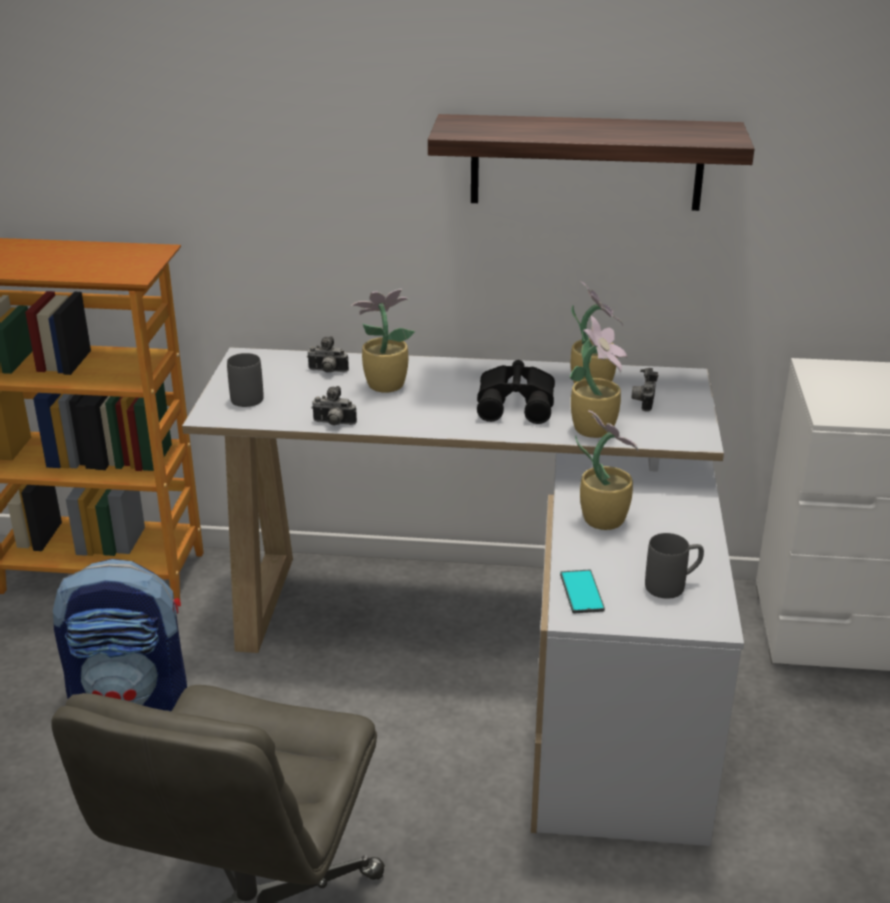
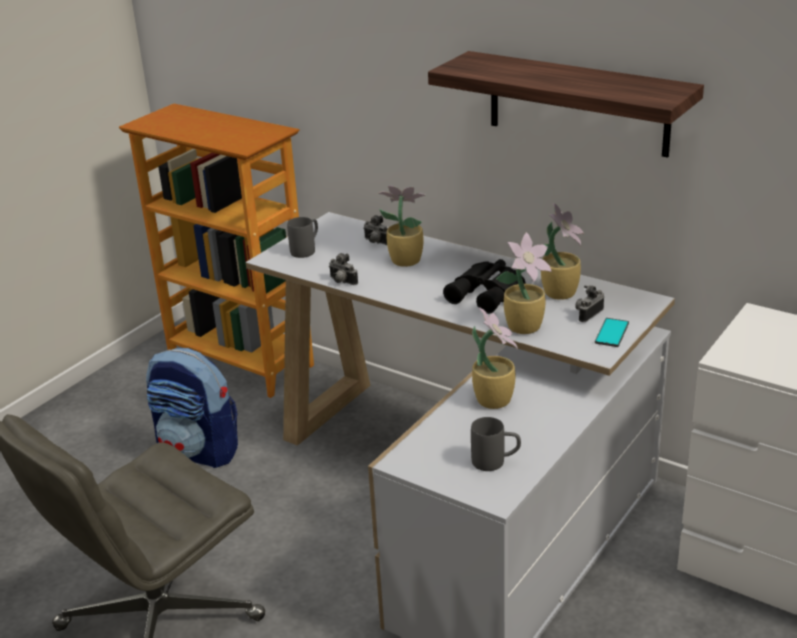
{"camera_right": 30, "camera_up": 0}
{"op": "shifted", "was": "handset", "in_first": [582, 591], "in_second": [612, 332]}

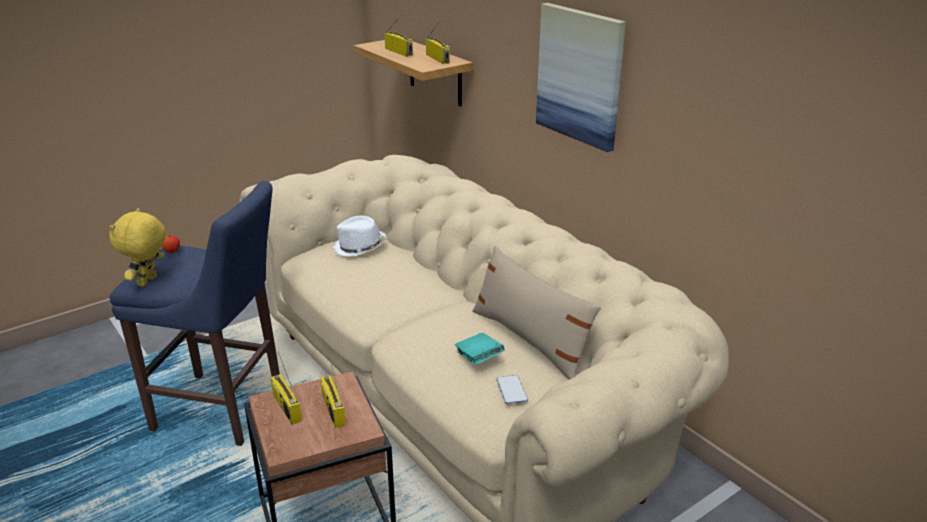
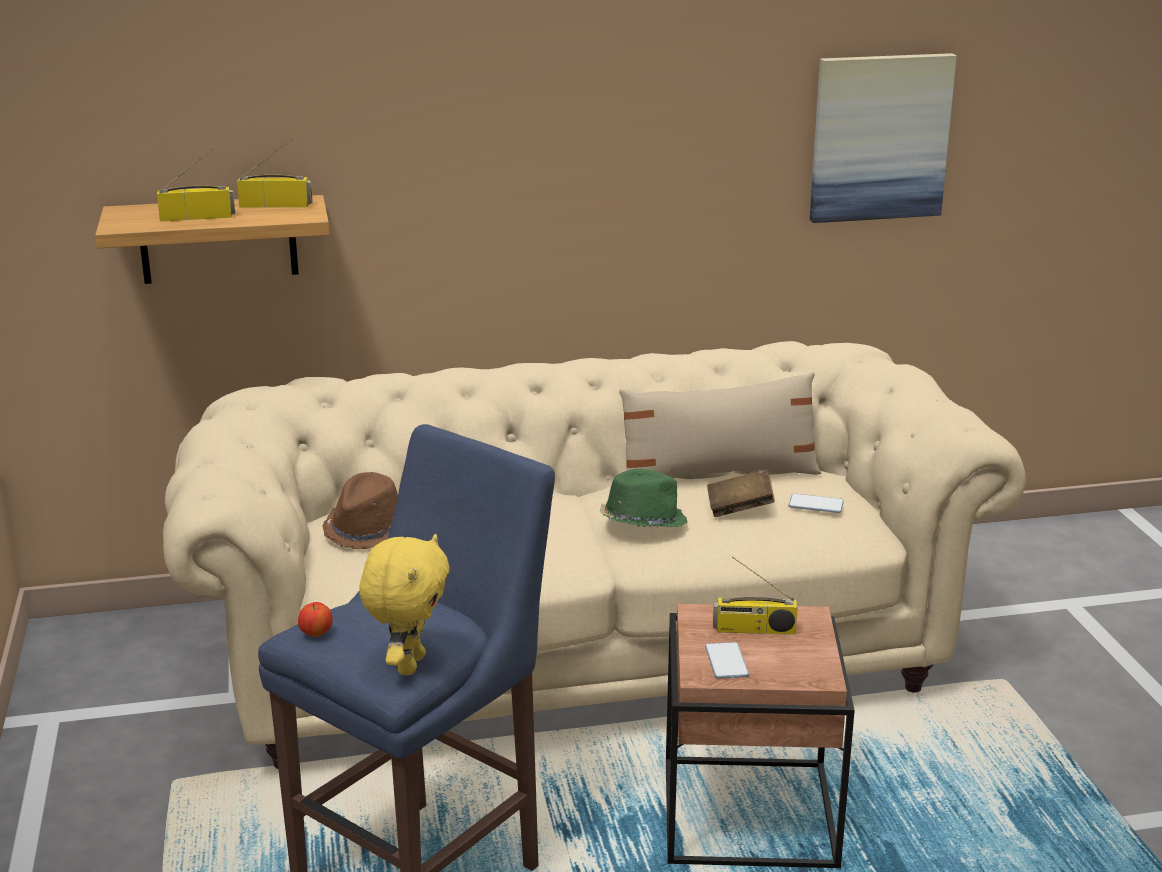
{"camera_right": -65, "camera_up": -5}
{"op": "repainted", "was": "white wearable hat", "now": "brownish wearable hat", "in_first": [359, 236], "in_second": [360, 511]}
{"op": "rotated", "was": "yellowish cuddly toy", "in_first": [137, 247], "in_second": [404, 604], "clockwise": -120}
{"op": "new", "now": "green-coloured wearable hat", "in_second": [643, 498]}
{"op": "swapped", "was": "radio receiver", "now": "handset", "in_first": [286, 388], "in_second": [727, 660]}
{"op": "repainted", "was": "turquoise book", "now": "brownish book", "in_first": [480, 349], "in_second": [741, 493]}
{"op": "shifted", "was": "picture", "in_first": [581, 77], "in_second": [883, 138]}

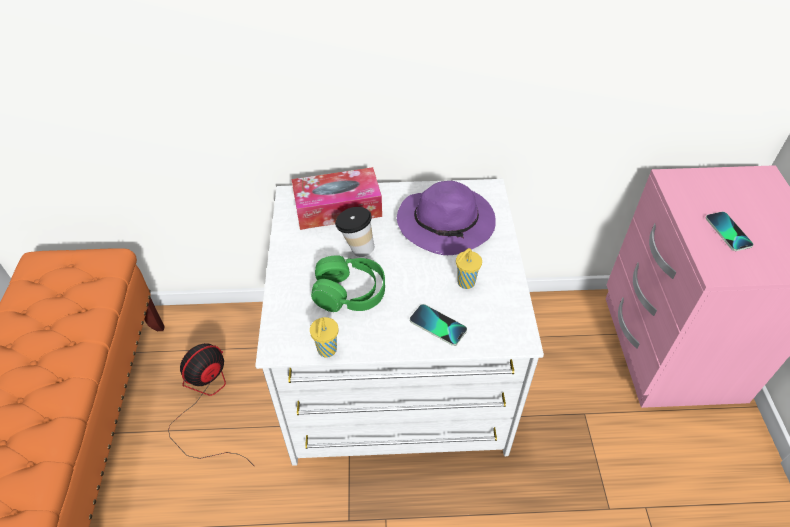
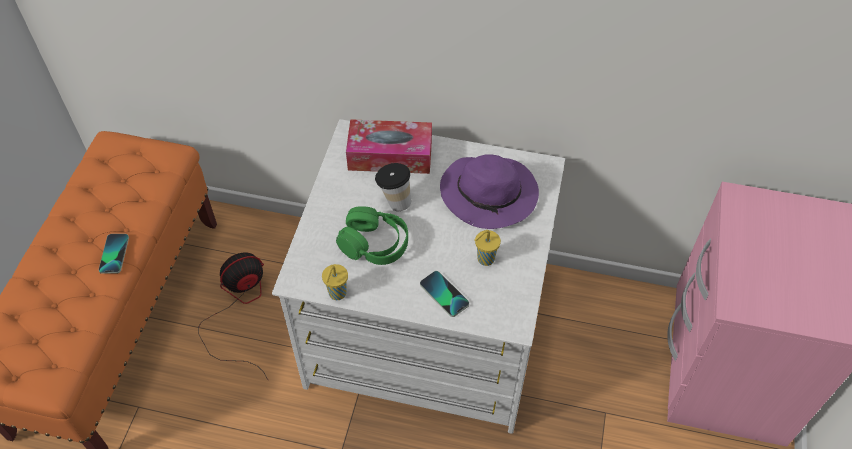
{"camera_right": 15, "camera_up": 5}
{"op": "shifted", "was": "handset", "in_first": [729, 231], "in_second": [114, 254]}

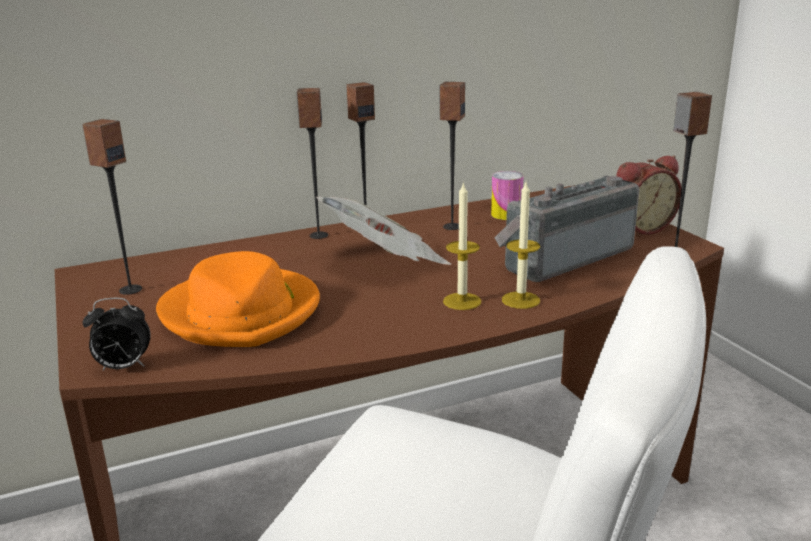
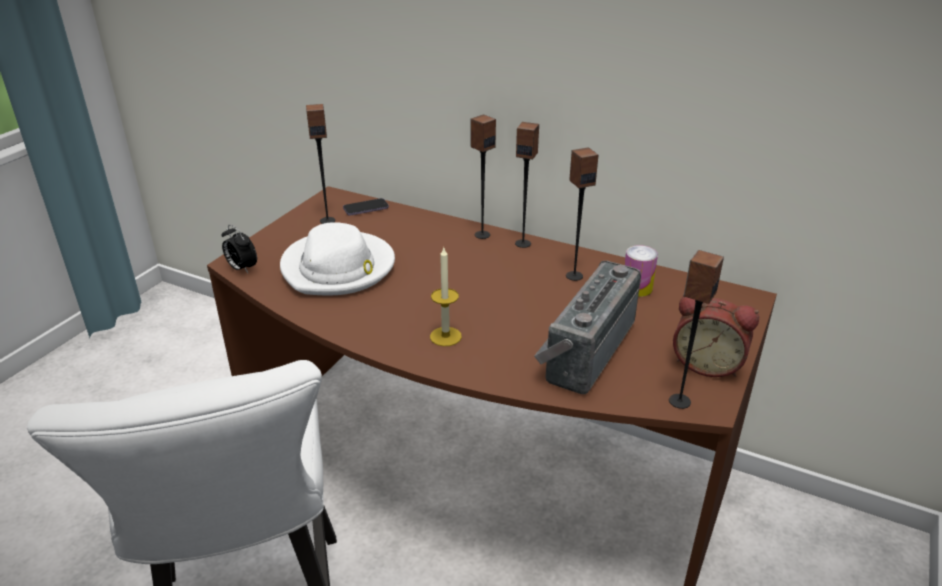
{"camera_right": 50, "camera_up": 10}
{"op": "repainted", "was": "orange wearable hat", "now": "white wearable hat", "in_first": [238, 299], "in_second": [337, 259]}
{"op": "new", "now": "handset", "in_second": [366, 207]}
{"op": "rotated", "was": "radio receiver", "in_first": [567, 228], "in_second": [587, 327], "clockwise": -75}
{"op": "gone", "was": "daily paper", "in_first": [384, 231]}
{"op": "gone", "was": "wax candle", "in_first": [521, 245]}

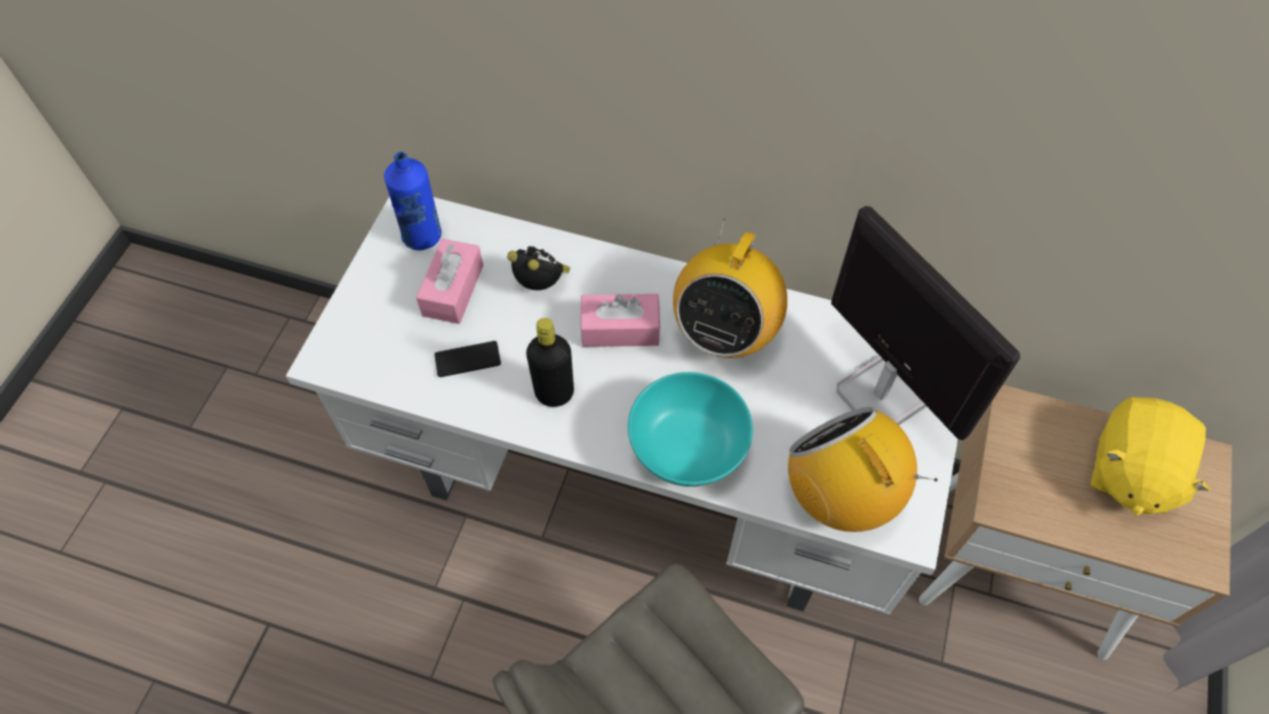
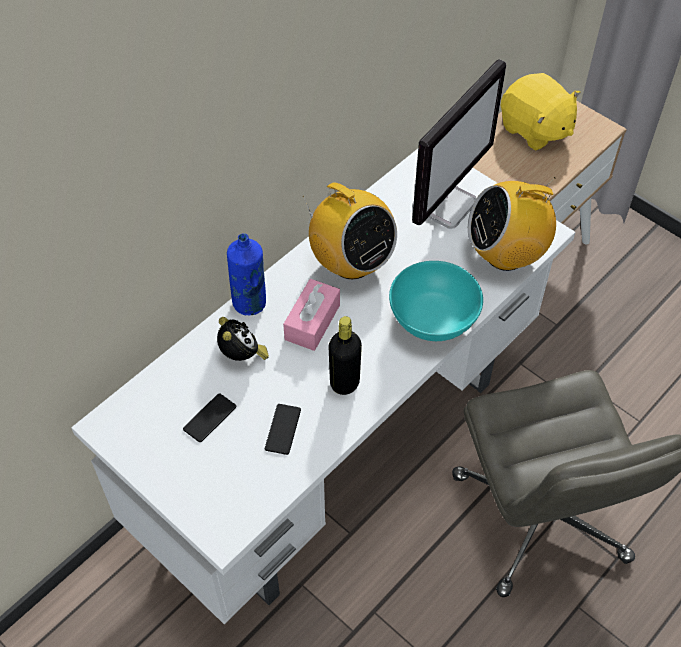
{"camera_right": -65, "camera_up": -5}
{"op": "swapped", "was": "pink-coloured tissue holder", "now": "handset", "in_first": [449, 281], "in_second": [209, 417]}
{"op": "rotated", "was": "alarm clock", "in_first": [538, 268], "in_second": [243, 339], "clockwise": 105}
{"op": "shifted", "was": "blue-coloured bottle", "in_first": [413, 201], "in_second": [246, 274]}
{"op": "rotated", "was": "monitor", "in_first": [925, 323], "in_second": [459, 144], "clockwise": 135}

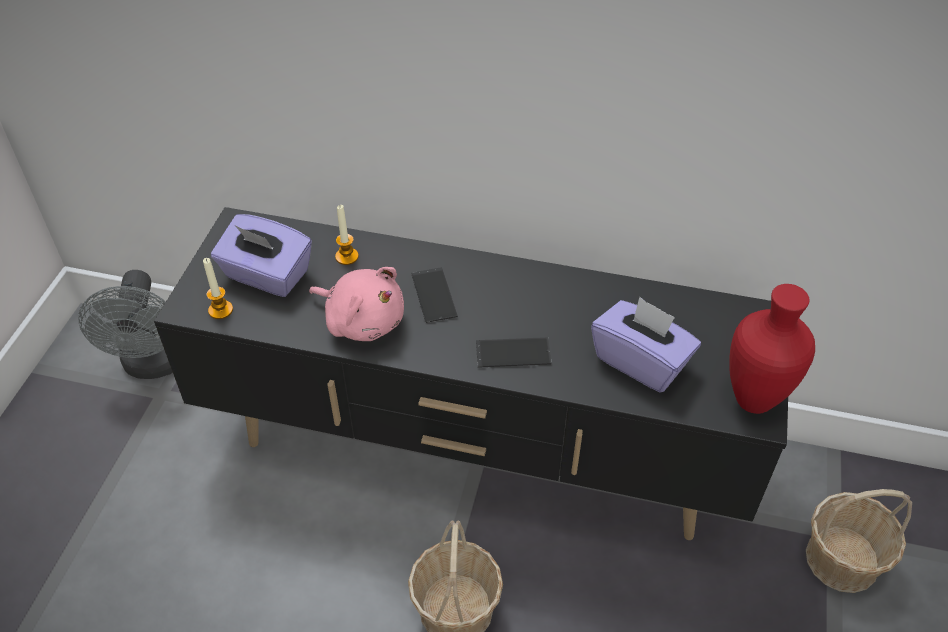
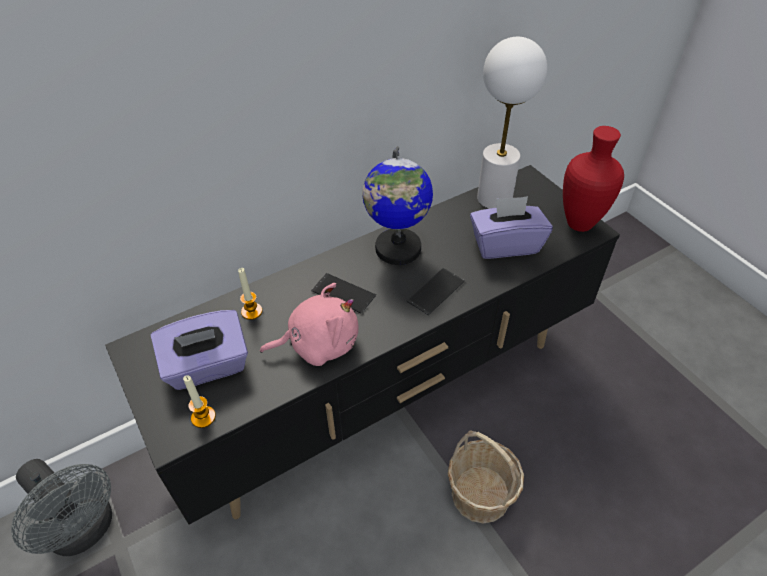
{"camera_right": -45, "camera_up": 0}
{"op": "new", "now": "world globe", "in_second": [397, 205]}
{"op": "new", "now": "white table lamp", "in_second": [512, 123]}
{"op": "gone", "was": "basket", "in_first": [859, 541]}

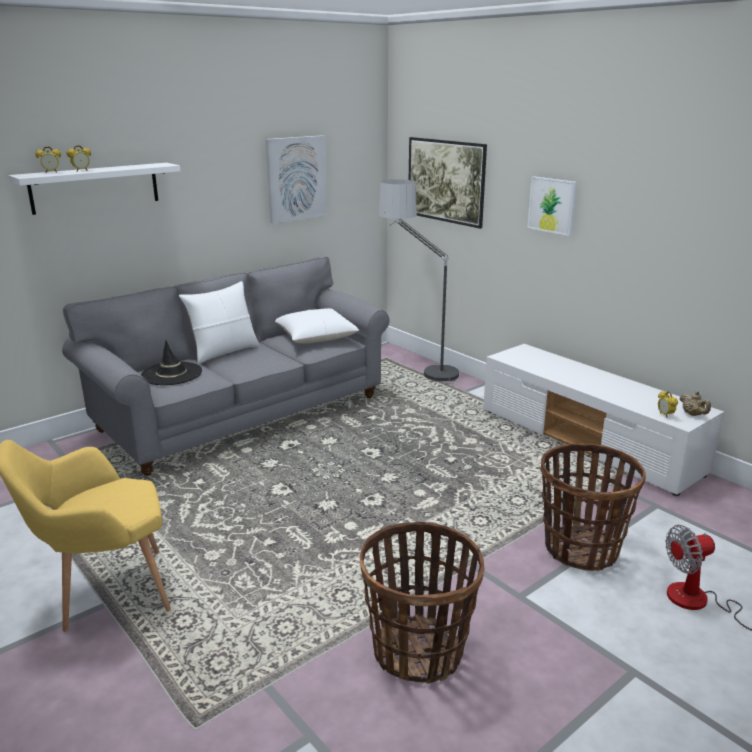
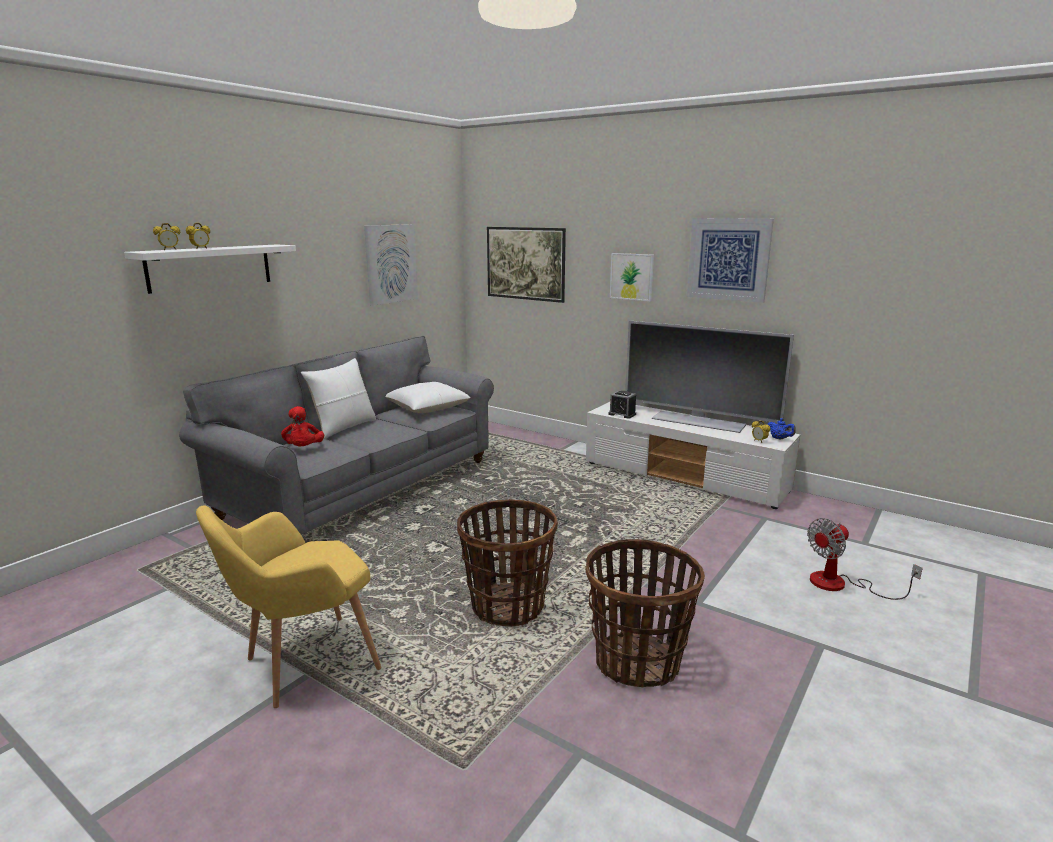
{"camera_right": -15, "camera_up": -5}
{"op": "swapped", "was": "black-coloured wearable hat", "now": "red-coloured cuddly toy", "in_first": [171, 362], "in_second": [302, 426]}
{"op": "shifted", "was": "basket", "in_first": [593, 507], "in_second": [507, 563]}
{"op": "new", "now": "alarm clock", "in_second": [622, 405]}
{"op": "new", "now": "TV set", "in_second": [709, 377]}
{"op": "new", "now": "picture", "in_second": [730, 260]}
{"op": "repainted", "was": "beige pot for tea", "now": "blue-coloured pot for tea", "in_first": [695, 403], "in_second": [781, 429]}
{"op": "gone", "was": "standard lamp", "in_first": [419, 281]}

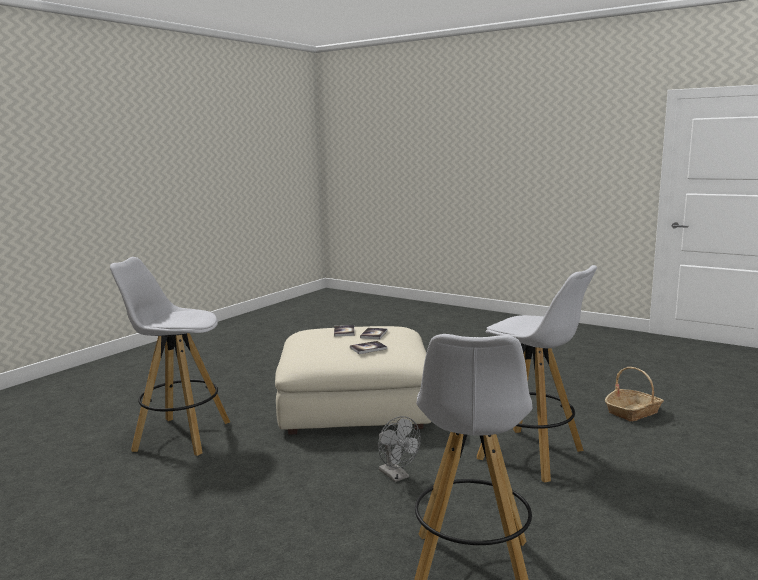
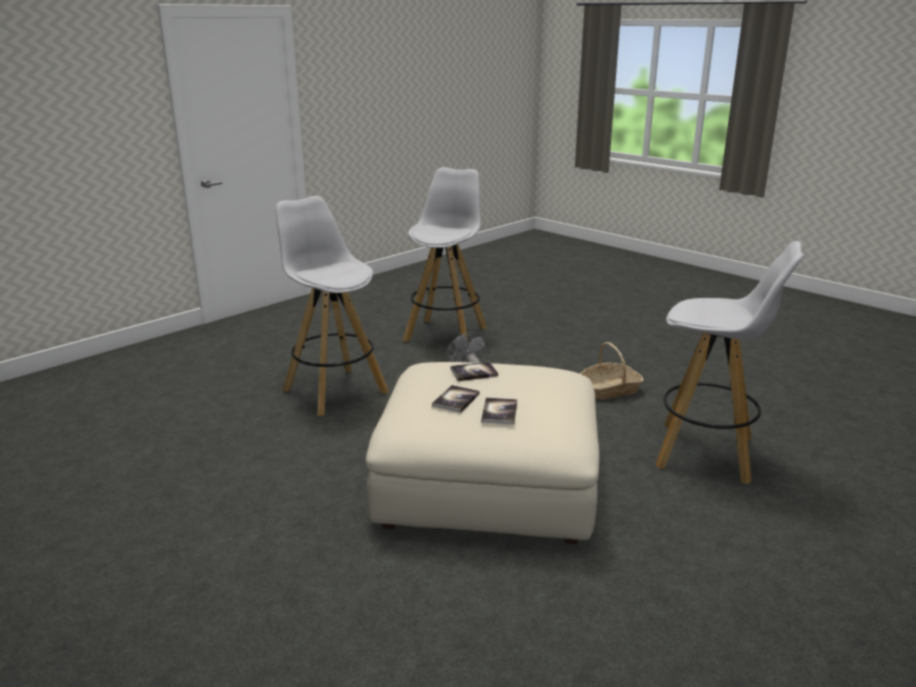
{"camera_right": -170, "camera_up": 10}
{"op": "shifted", "was": "basket", "in_first": [634, 394], "in_second": [612, 370]}

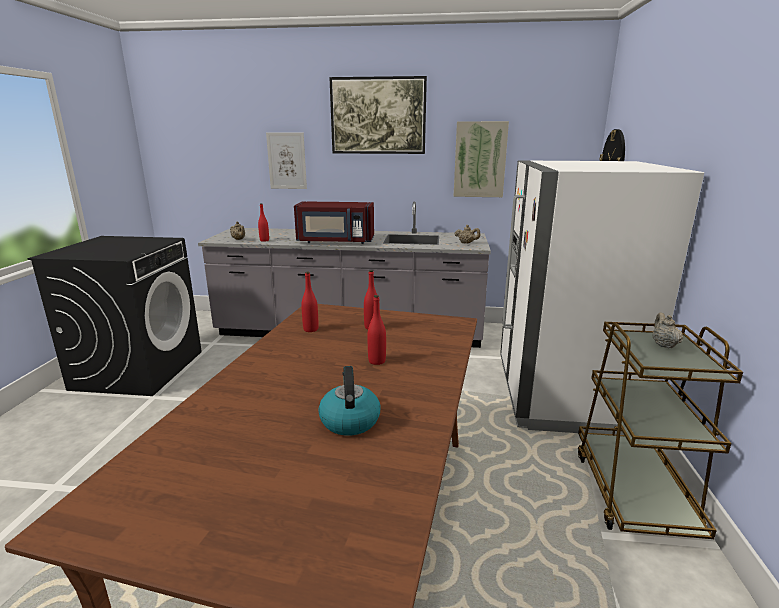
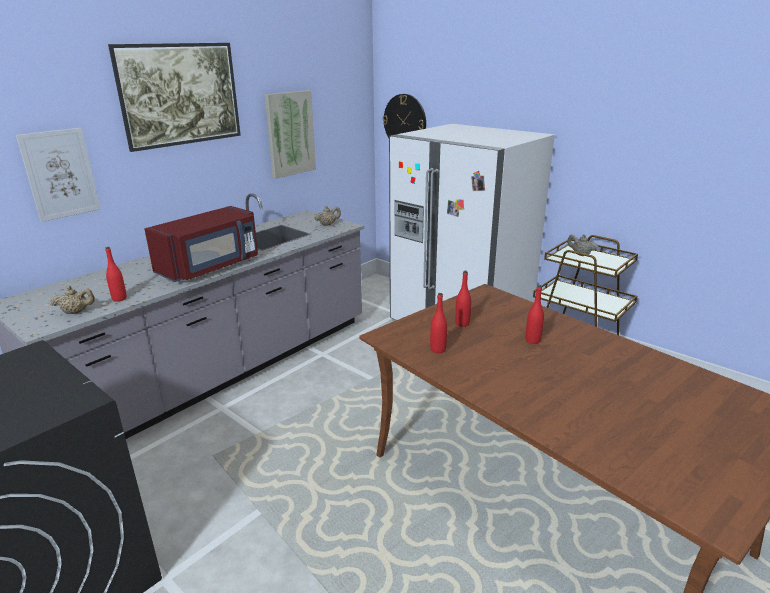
{"camera_right": -55, "camera_up": 5}
{"op": "gone", "was": "kettle", "in_first": [349, 400]}

